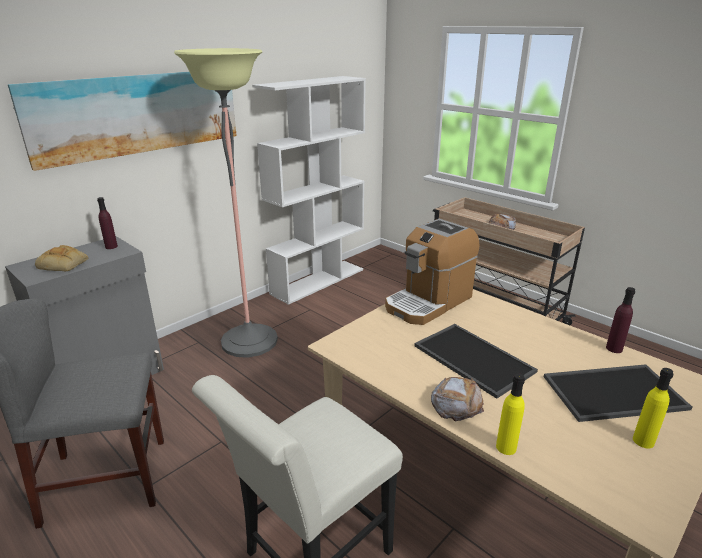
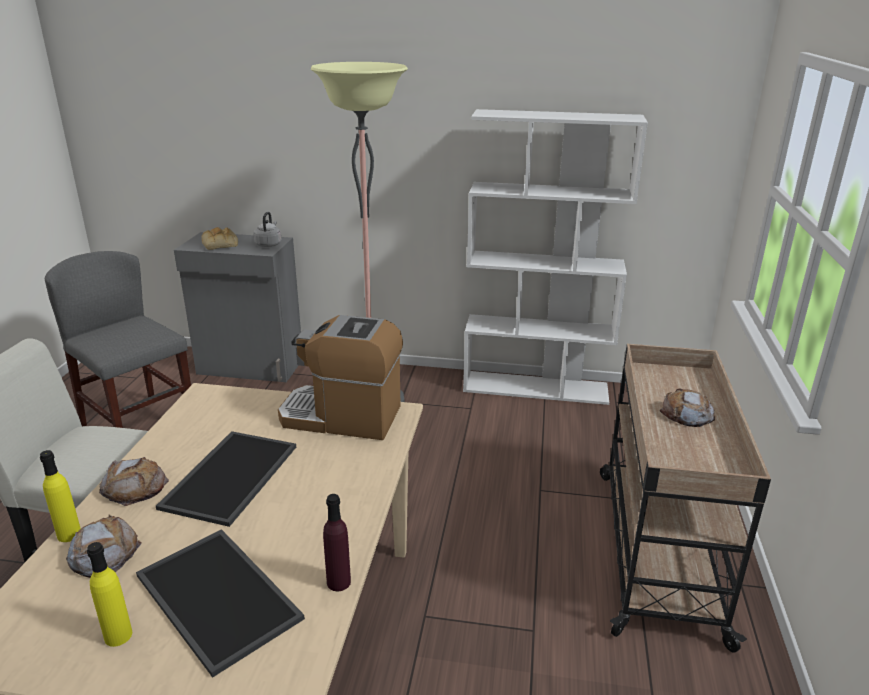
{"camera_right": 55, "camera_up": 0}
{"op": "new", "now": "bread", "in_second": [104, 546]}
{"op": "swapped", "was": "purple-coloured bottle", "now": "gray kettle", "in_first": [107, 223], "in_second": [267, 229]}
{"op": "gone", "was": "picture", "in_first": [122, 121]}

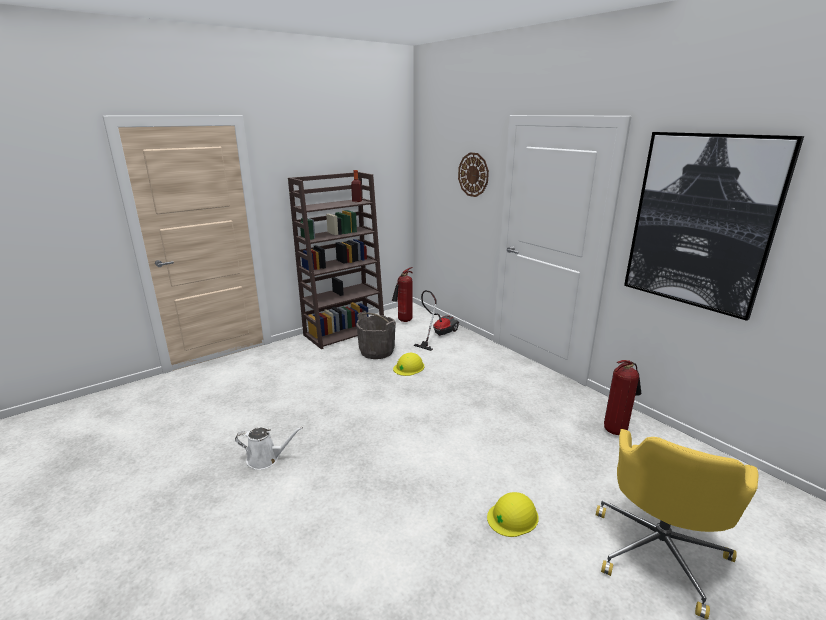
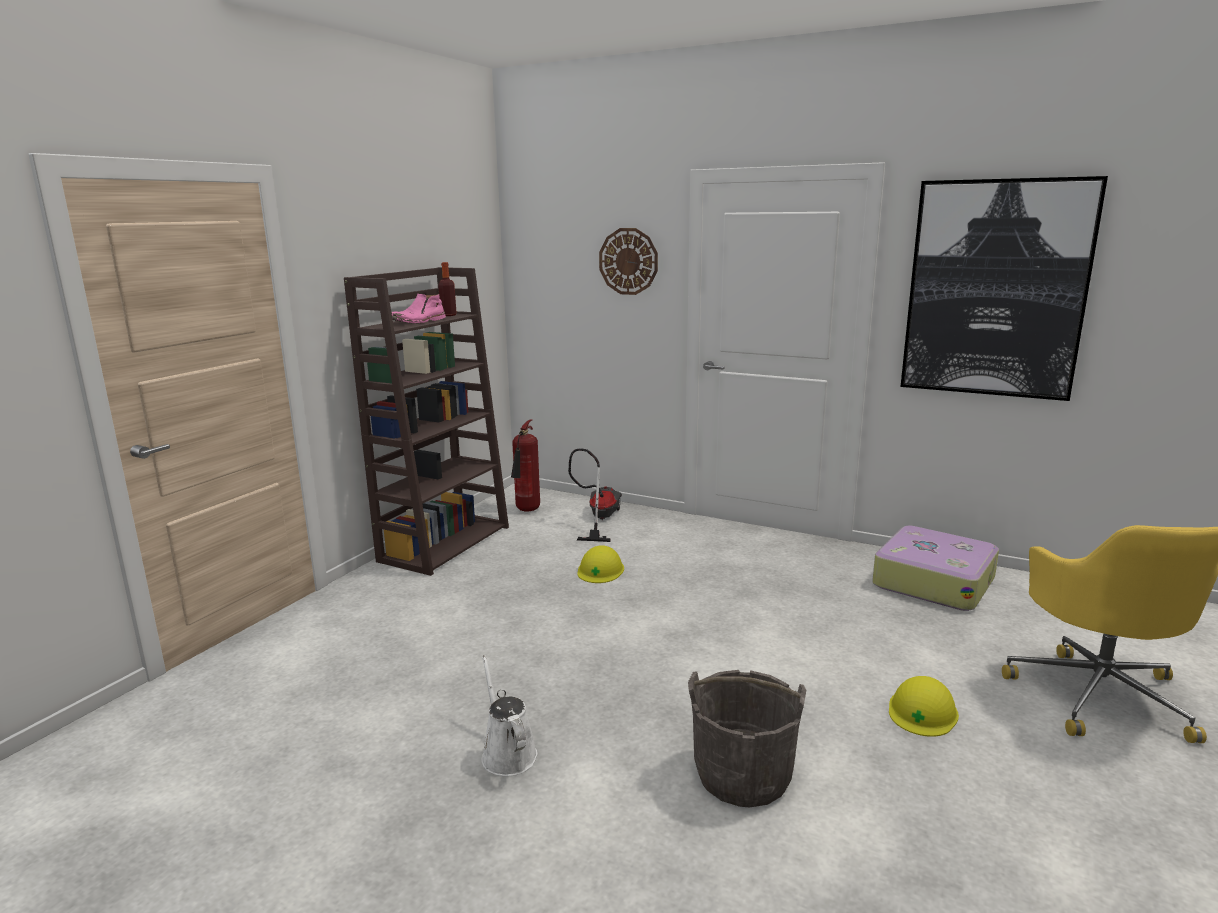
{"camera_right": -25, "camera_up": -5}
{"op": "new", "now": "pink-coloured tall boot", "in_second": [418, 309]}
{"op": "rotated", "was": "white watering pot", "in_first": [269, 448], "in_second": [509, 715], "clockwise": -90}
{"op": "shifted", "was": "gray water bucket", "in_first": [376, 335], "in_second": [747, 739]}
{"op": "swapped", "was": "extinguisher", "now": "piece of luggage", "in_first": [622, 397], "in_second": [935, 568]}

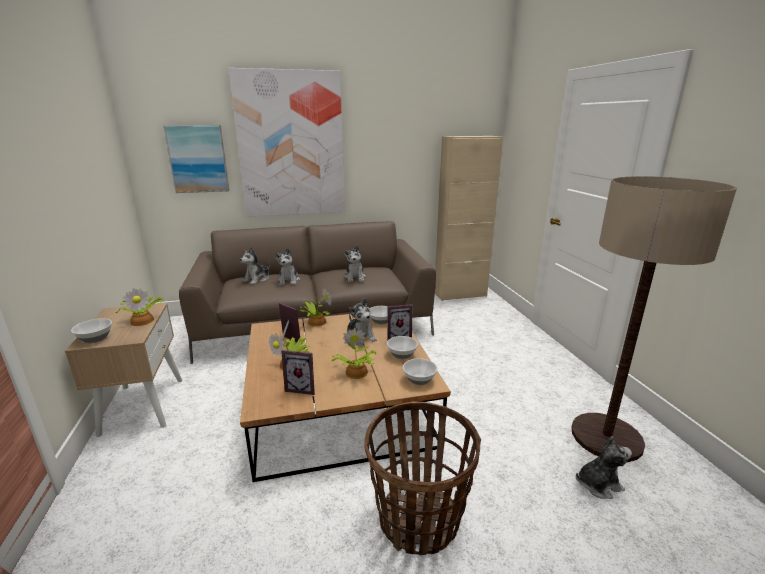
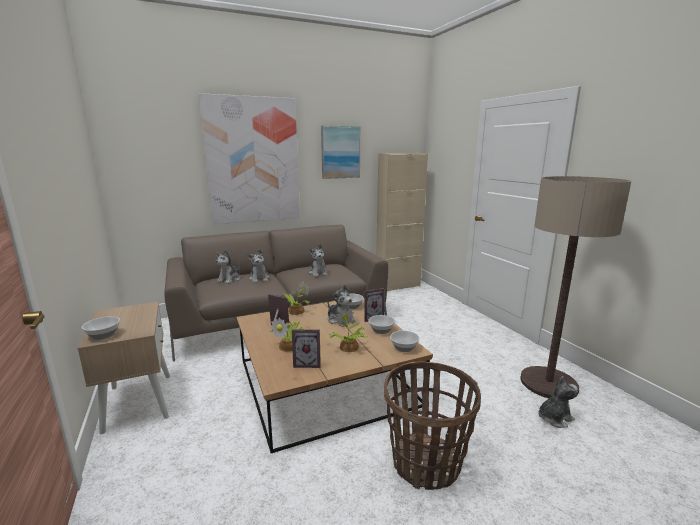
{"camera_right": -10, "camera_up": -5}
{"op": "shifted", "was": "picture", "in_first": [196, 159], "in_second": [340, 152]}
{"op": "gone", "was": "plant in a pot", "in_first": [140, 307]}

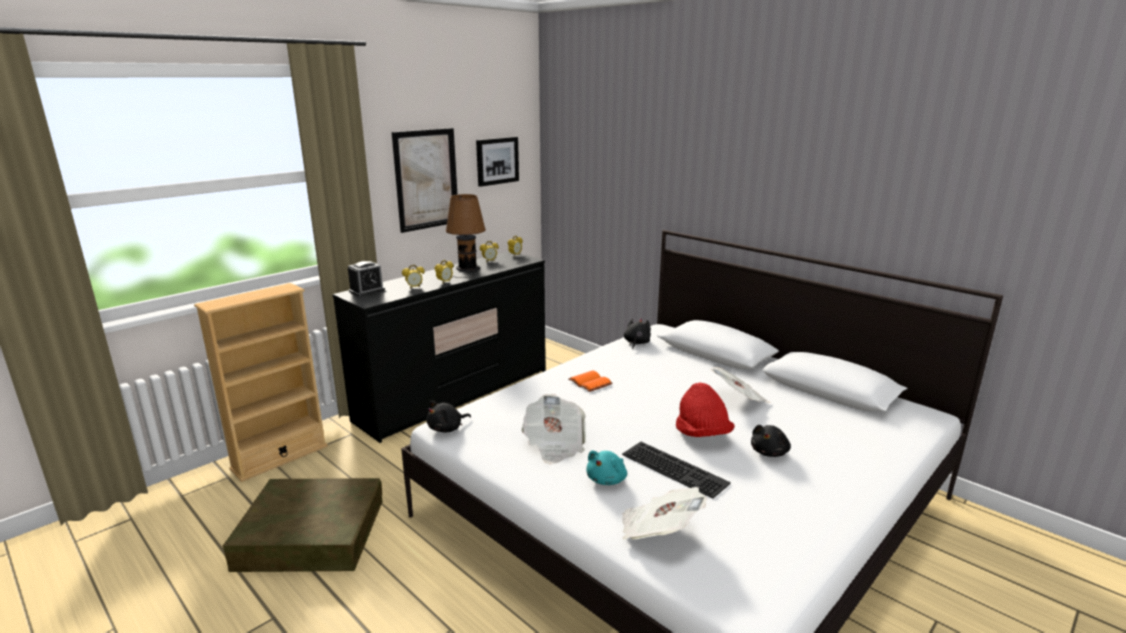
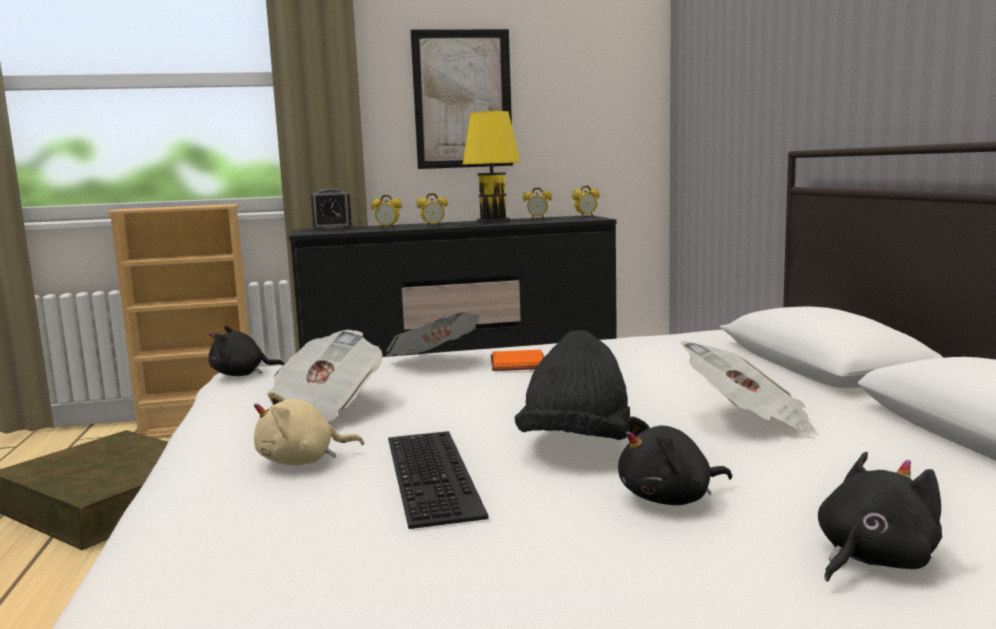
{"camera_right": 35, "camera_up": -10}
{"op": "repainted", "was": "turquoise cuddly toy", "now": "beige cuddly toy", "in_first": [606, 468], "in_second": [309, 428]}
{"op": "shifted", "was": "daily paper", "in_first": [664, 513], "in_second": [432, 334]}
{"op": "repainted", "was": "brownish table lamp", "now": "yellowish table lamp", "in_first": [466, 236], "in_second": [480, 168]}
{"op": "repainted", "was": "red-coloured wearable hat", "now": "black-coloured wearable hat", "in_first": [705, 409], "in_second": [572, 385]}
{"op": "shifted", "was": "black-coloured cuddly toy", "in_first": [637, 333], "in_second": [880, 517]}
{"op": "gone", "was": "picture", "in_first": [497, 162]}

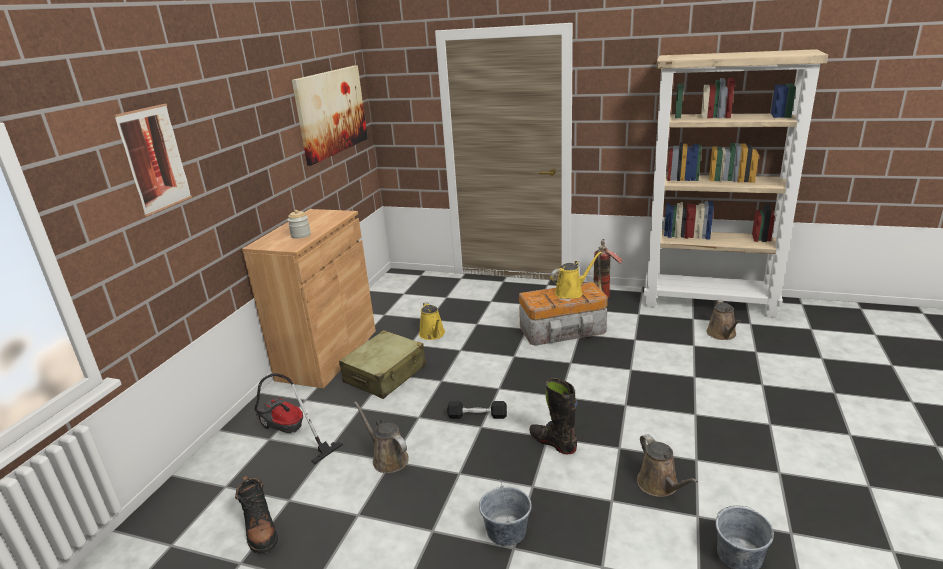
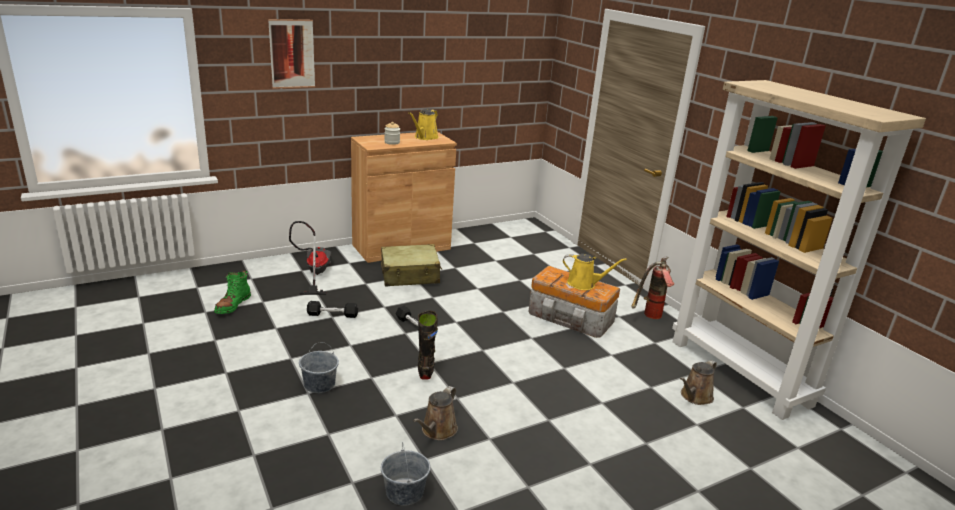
{"camera_right": 40, "camera_up": 0}
{"op": "repainted", "was": "black-coloured tall boot", "now": "green-coloured tall boot", "in_first": [256, 514], "in_second": [232, 292]}
{"op": "swapped", "was": "brownish watering pot", "now": "black-coloured free weight", "in_first": [381, 437], "in_second": [332, 309]}
{"op": "shifted", "was": "yellowish watering pot", "in_first": [432, 321], "in_second": [424, 124]}
{"op": "gone", "was": "picture", "in_first": [330, 115]}

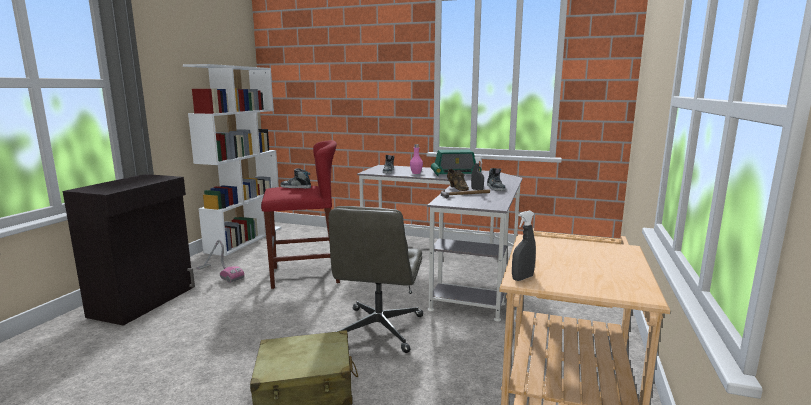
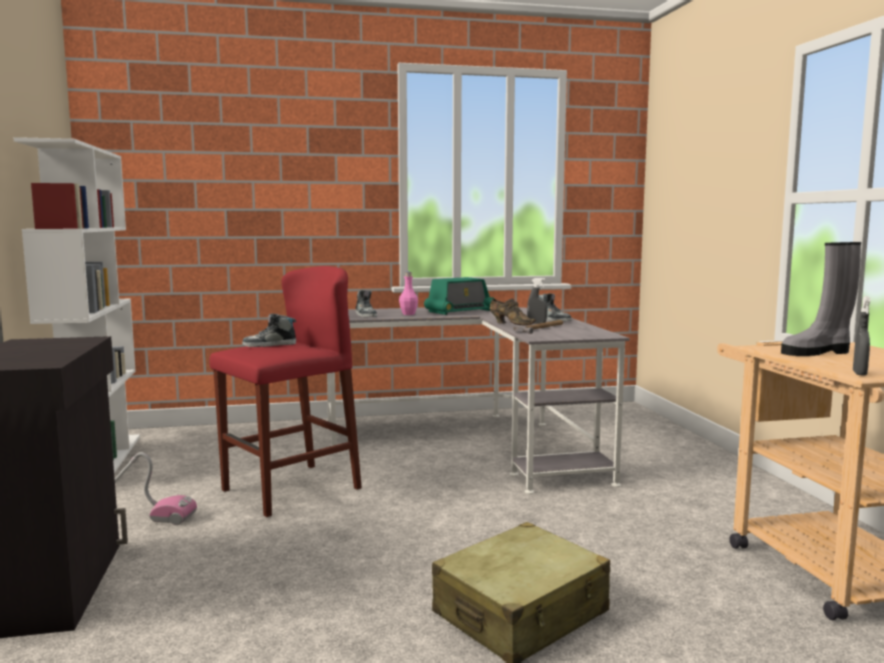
{"camera_right": -30, "camera_up": -5}
{"op": "new", "now": "gray tall boot", "in_second": [821, 299]}
{"op": "gone", "was": "gray computer chair", "in_first": [376, 279]}

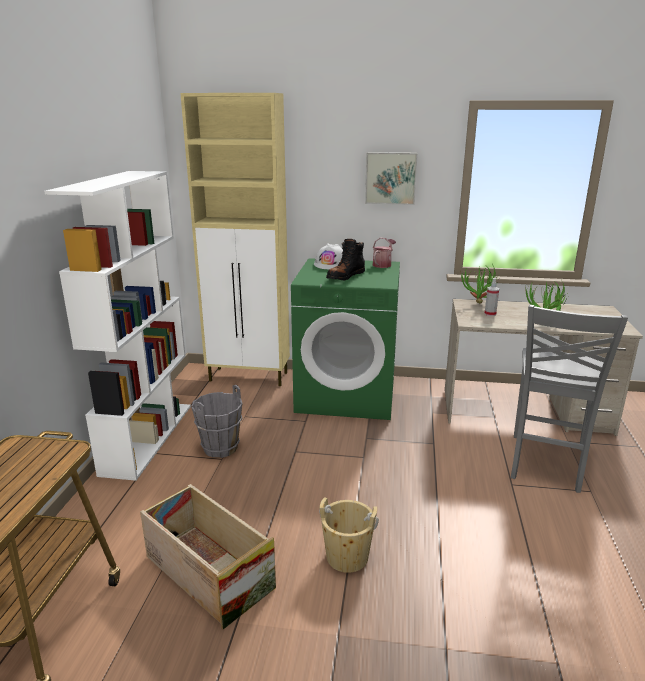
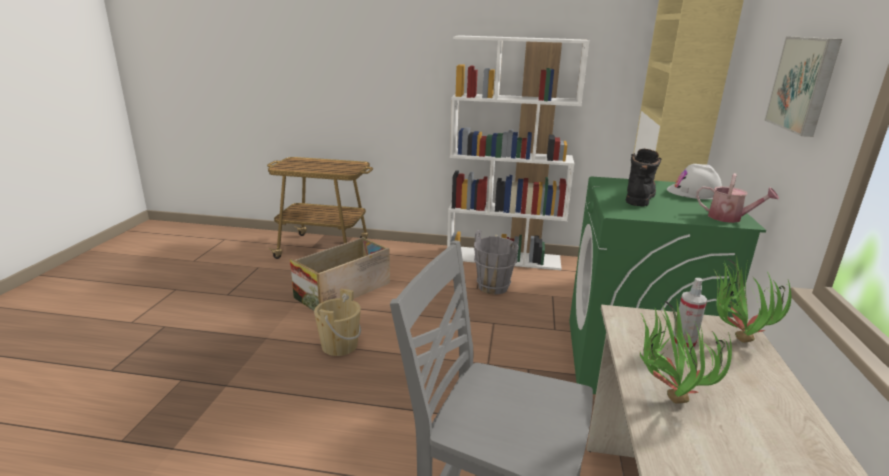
{"camera_right": 90, "camera_up": 0}
{"op": "rotated", "was": "black-coloured tall boot", "in_first": [345, 259], "in_second": [643, 178], "clockwise": 75}

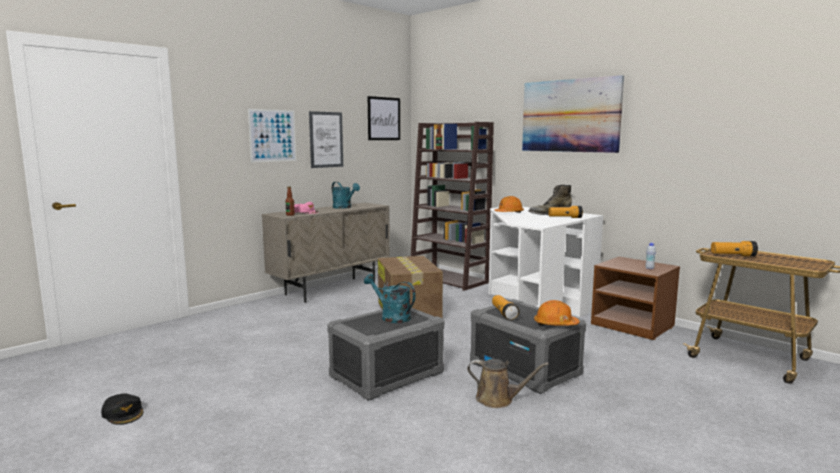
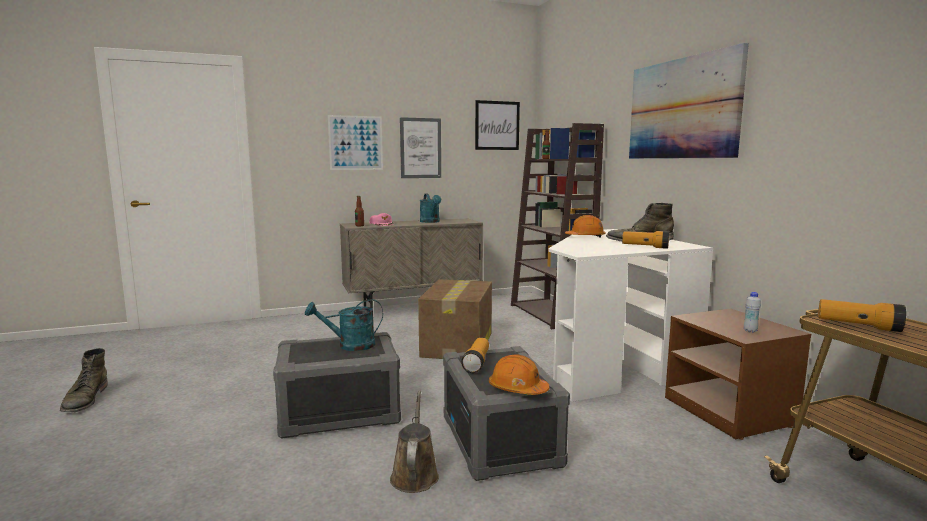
{"camera_right": 25, "camera_up": 0}
{"op": "swapped", "was": "black-coloured peaked cap", "now": "green-coloured tall boot", "in_first": [122, 409], "in_second": [84, 380]}
{"op": "rotated", "was": "turquoise watering pot", "in_first": [390, 298], "in_second": [344, 325], "clockwise": -75}
{"op": "rotated", "was": "brownish watering pot", "in_first": [508, 383], "in_second": [414, 441], "clockwise": -135}

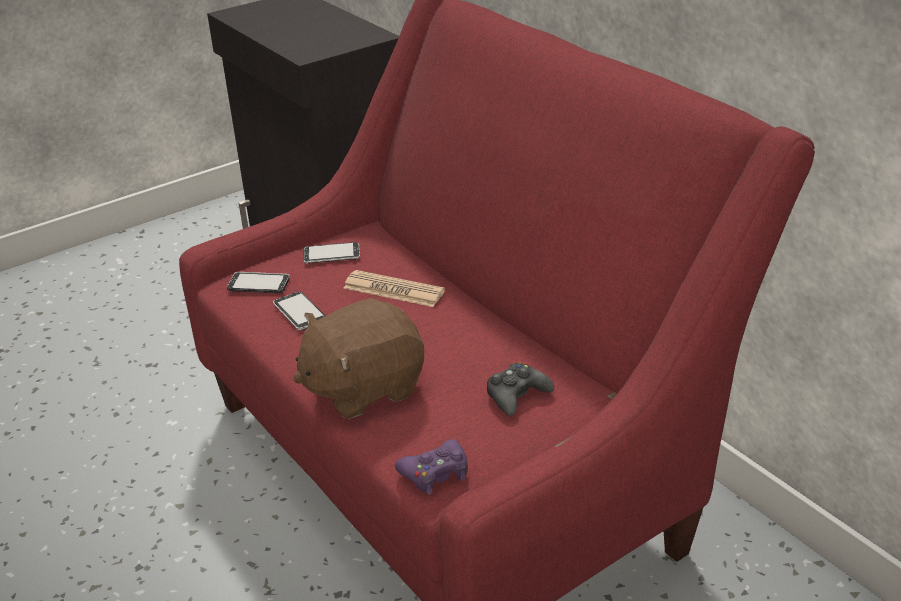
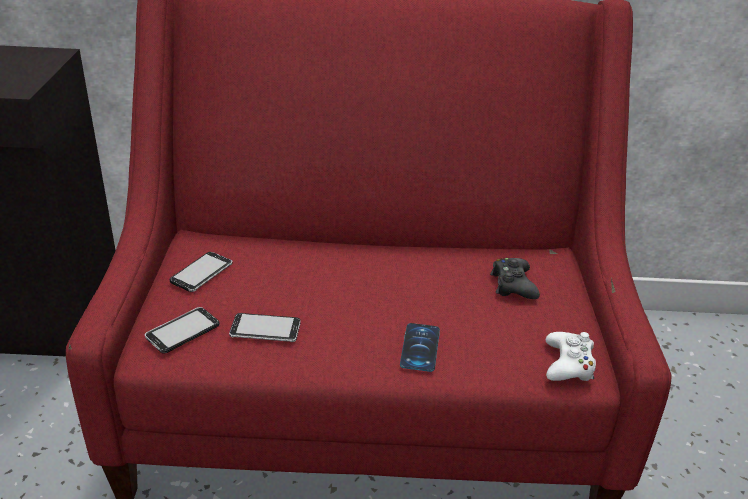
{"camera_right": -55, "camera_up": 0}
{"op": "swapped", "was": "brownish cuddly toy", "now": "handset", "in_first": [358, 358], "in_second": [420, 347]}
{"op": "repainted", "was": "purple-coloured gamepad", "now": "white gamepad", "in_first": [431, 466], "in_second": [571, 356]}
{"op": "gone", "was": "daily paper", "in_first": [394, 288]}

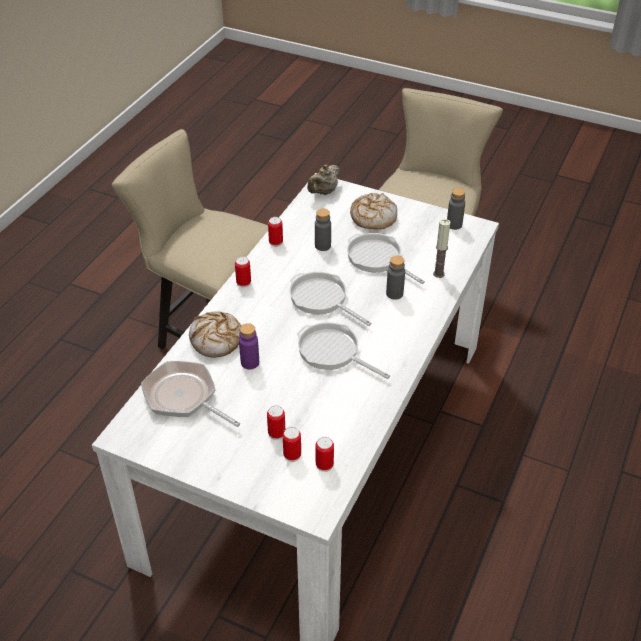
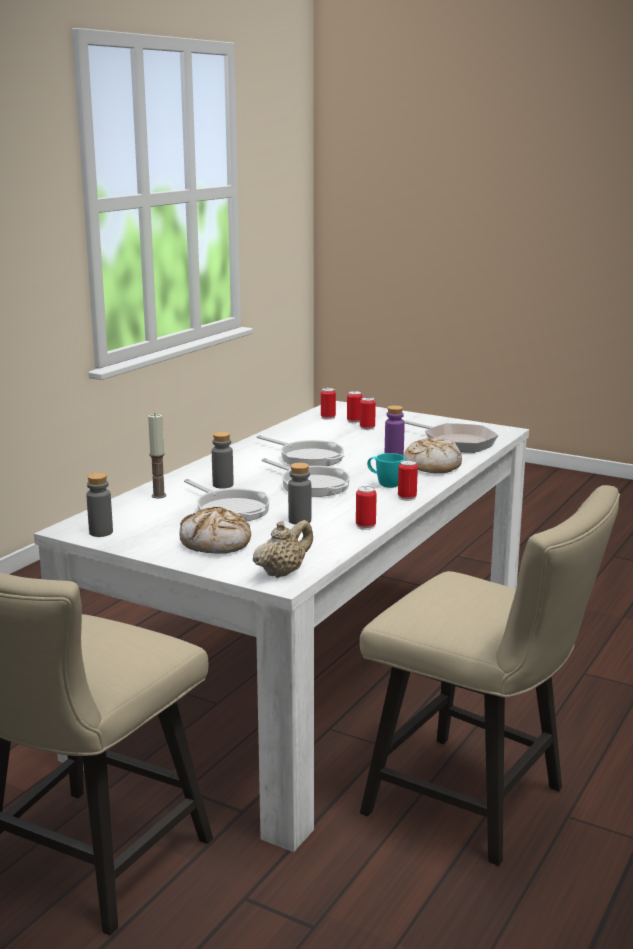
{"camera_right": -175, "camera_up": -25}
{"op": "new", "now": "turquoise tea mug", "in_second": [386, 470]}

